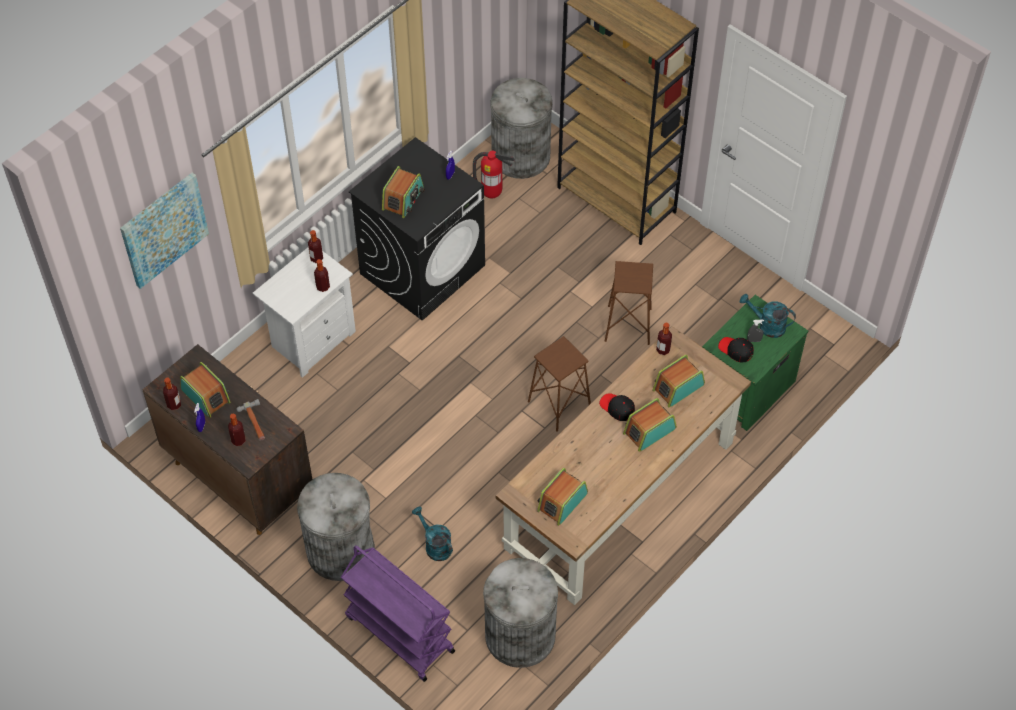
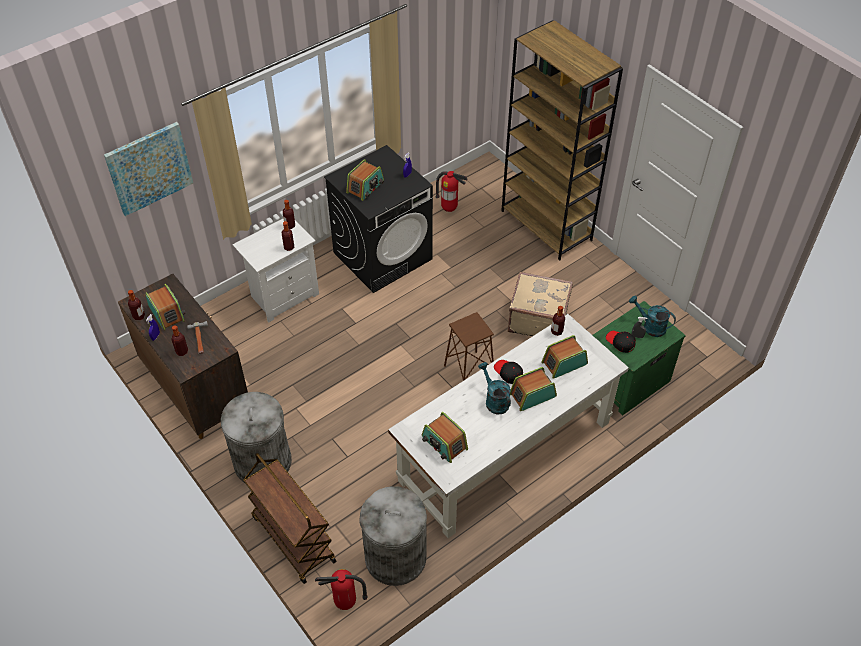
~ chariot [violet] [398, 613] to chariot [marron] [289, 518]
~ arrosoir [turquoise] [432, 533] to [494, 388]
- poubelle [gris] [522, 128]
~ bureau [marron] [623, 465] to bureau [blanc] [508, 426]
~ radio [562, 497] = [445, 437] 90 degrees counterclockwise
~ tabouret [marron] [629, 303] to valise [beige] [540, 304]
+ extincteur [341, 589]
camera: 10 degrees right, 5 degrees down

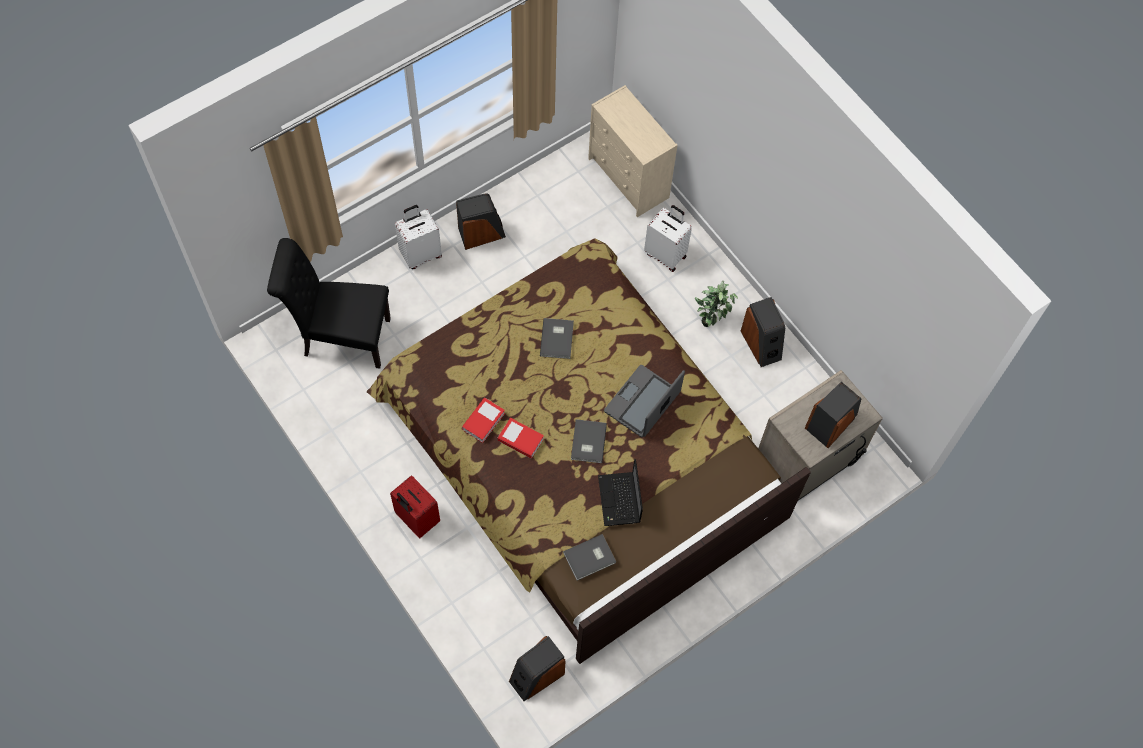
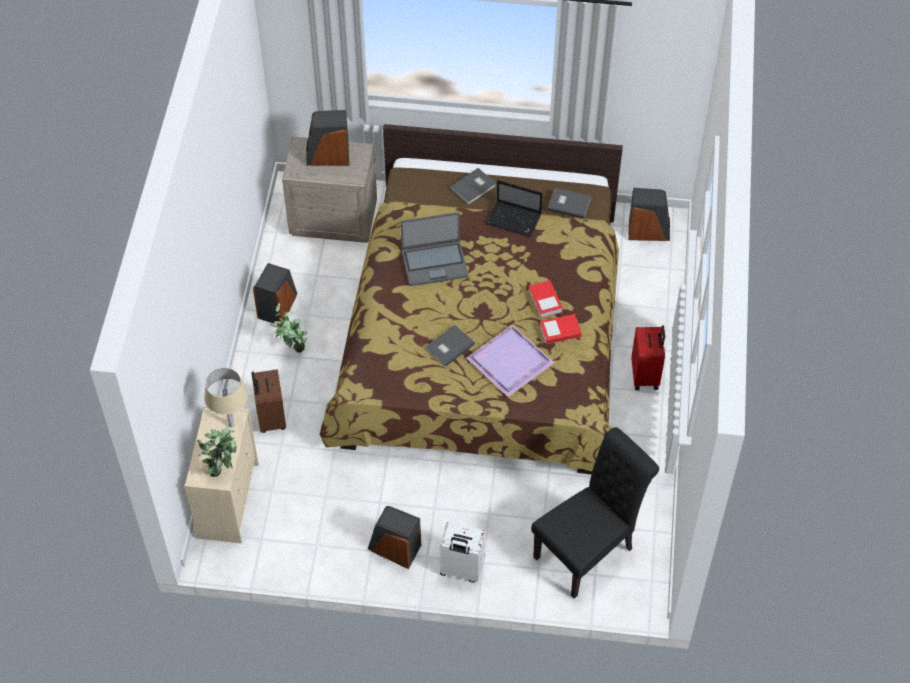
~ chaise [noir] [329, 303] = [595, 513] 90 degrees counterclockwise
~ livre [gris] [589, 441] to [473, 186]
~ ordinateur portable [620, 492] = [514, 208] 75 degrees clockwise
~ valise [blanc] [668, 238] to valise [marron] [268, 401]
+ plante en pot [217, 451]
+ lampe de table [beige] [226, 397]
+ plateau [violet] [510, 360]
camera: 135 degrees left, 10 degrees down

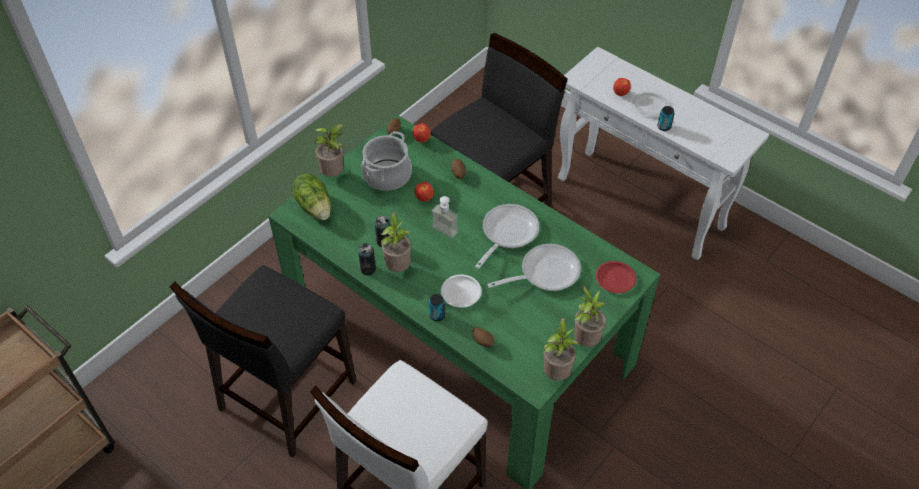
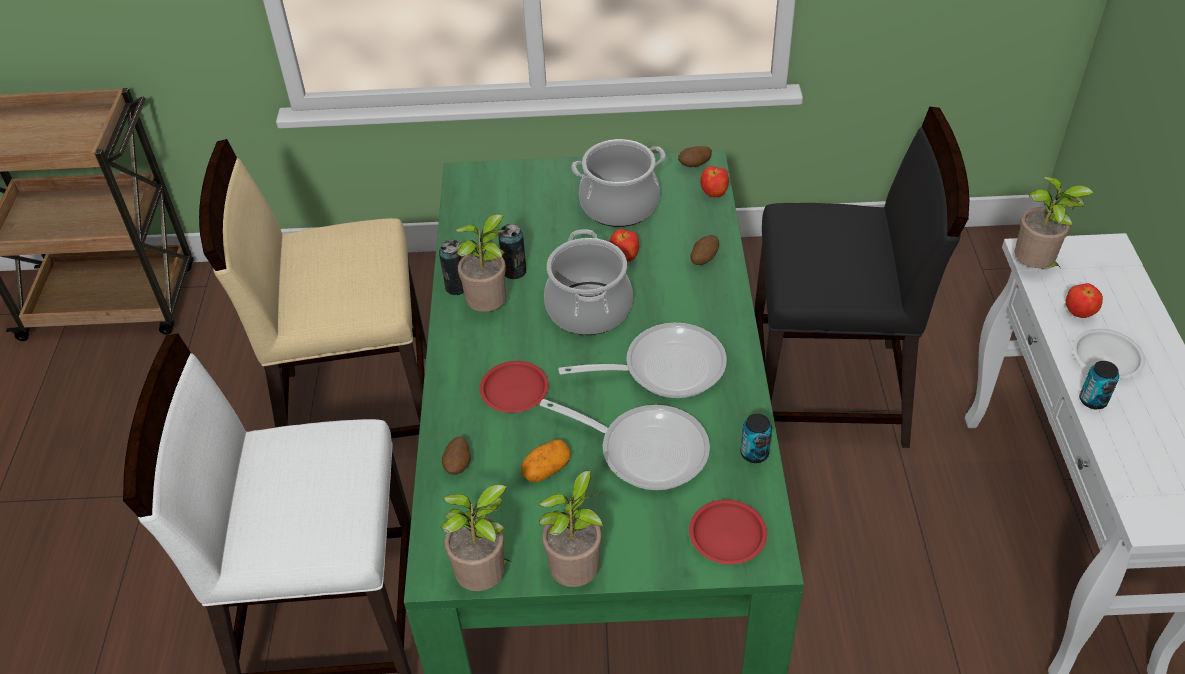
~ chaise [noir] [263, 361] to chaise [beige] [313, 288]
- laitue [312, 197]
~ plante en pot [330, 150] to [1054, 222]
~ boîte métallique [437, 307] to [756, 438]
~ distributeur de savon [445, 217] to marmite [588, 282]
~ assiette [blanc] [461, 291] to assiette [rouge] [514, 387]
+ pomme de terre [546, 460]
camera: 50 degrees right, 5 degrees down

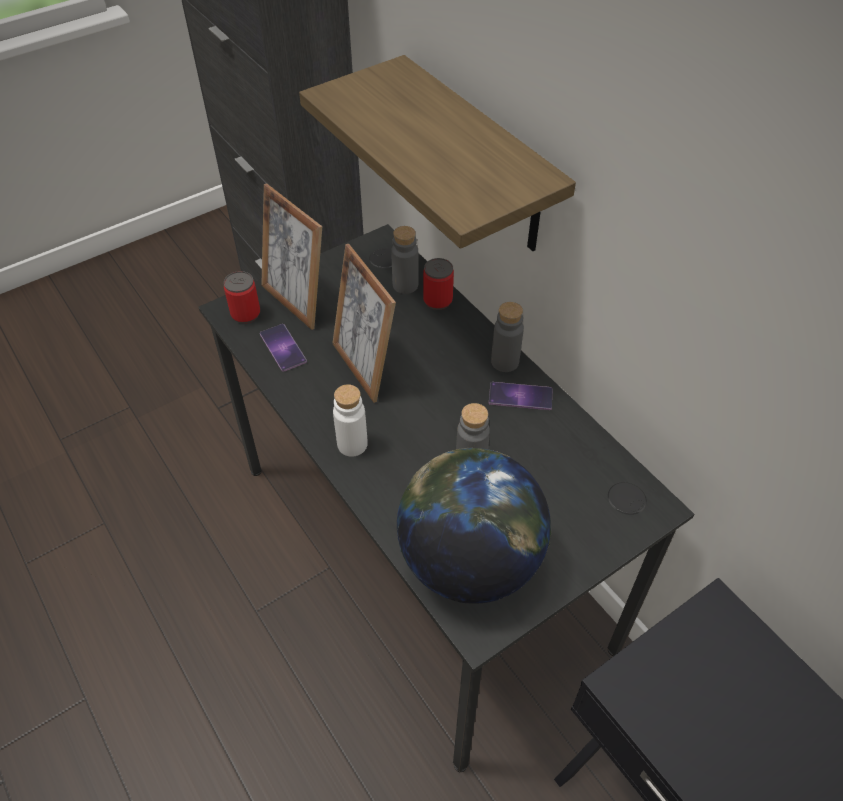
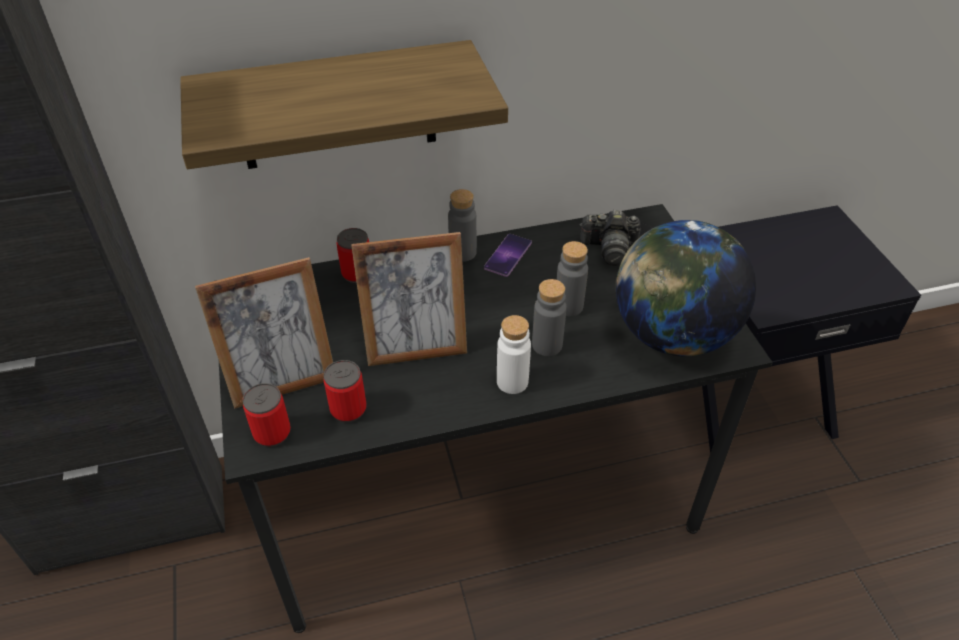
~ téléphone [283, 348] to boîte métallique [345, 391]
~ bouteille [gris] [405, 260] to [549, 317]
+ appareil photo [610, 238]
camera: 70 degrees left, 5 degrees down

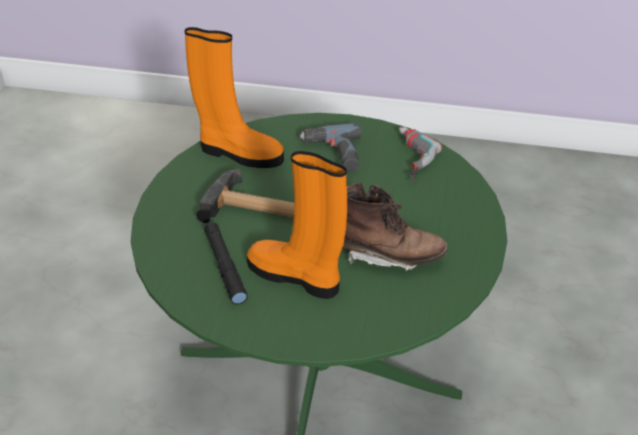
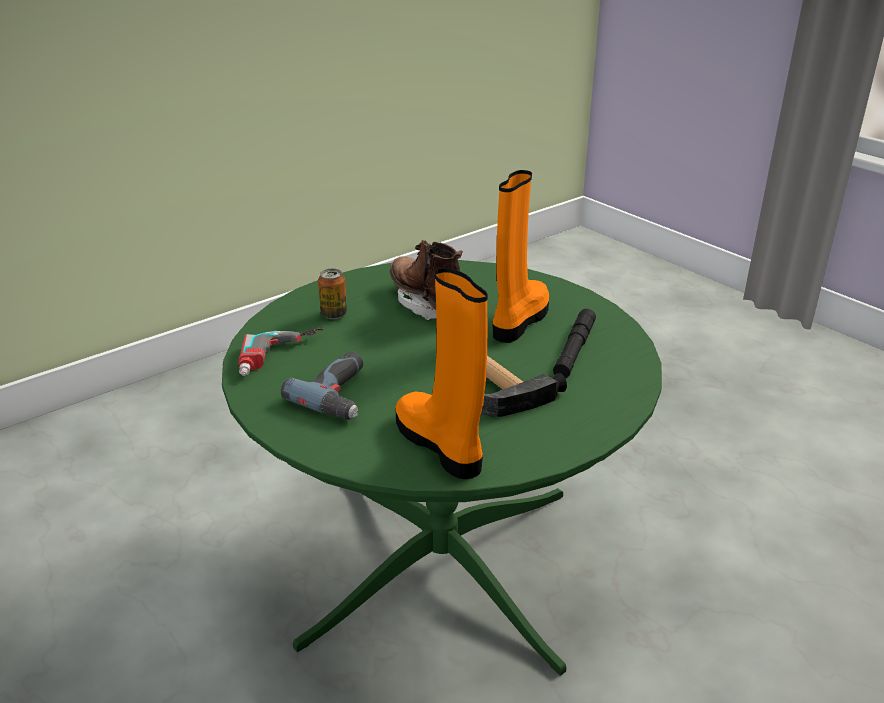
~ botte [orange] [297, 225] = [521, 256] 135 degrees counterclockwise
+ boîte métallique [332, 294]
camera: 140 degrees left, 10 degrees down

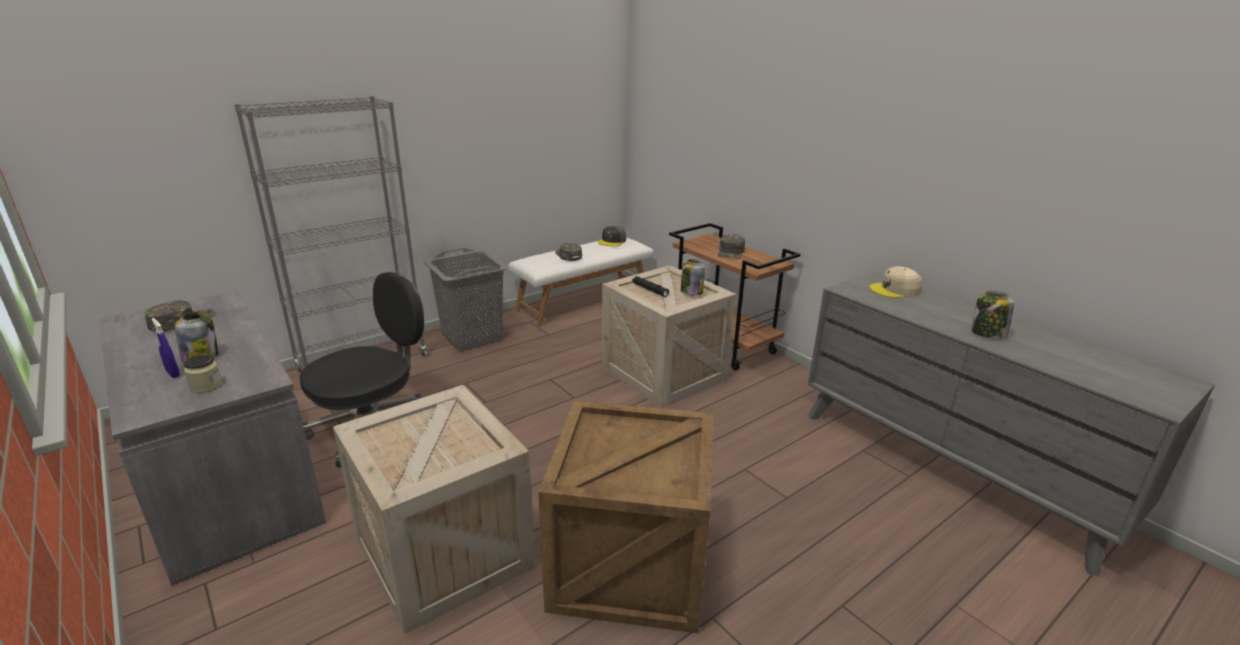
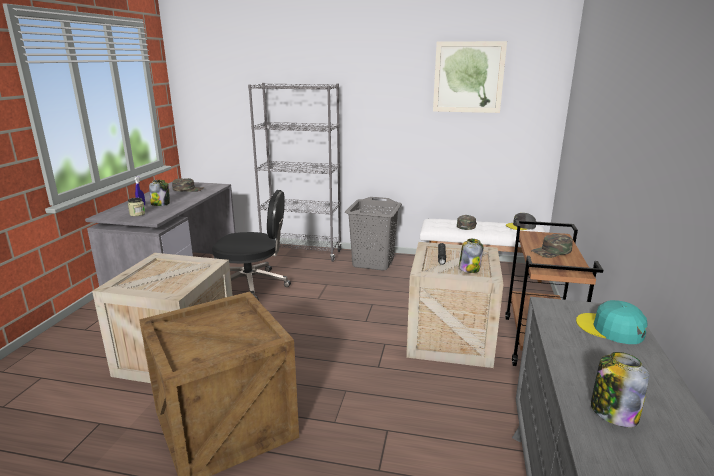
~ casquette [beige] [895, 282] to casquette [turquoise] [612, 322]
+ tableau [470, 77]
camera: 50 degrees right, 5 degrees down

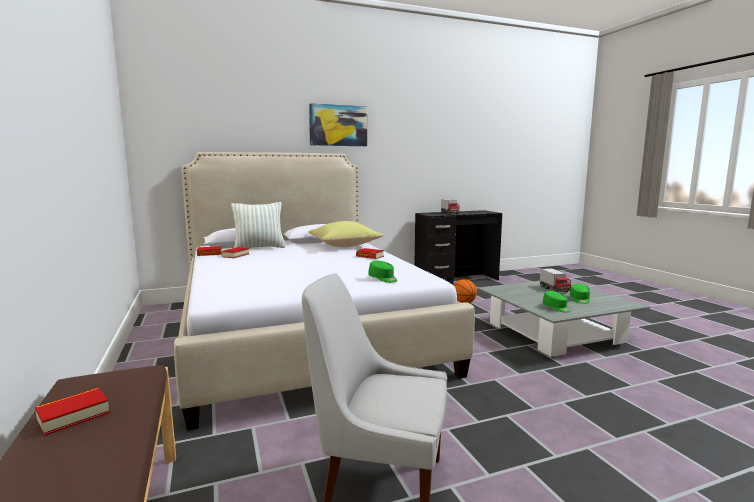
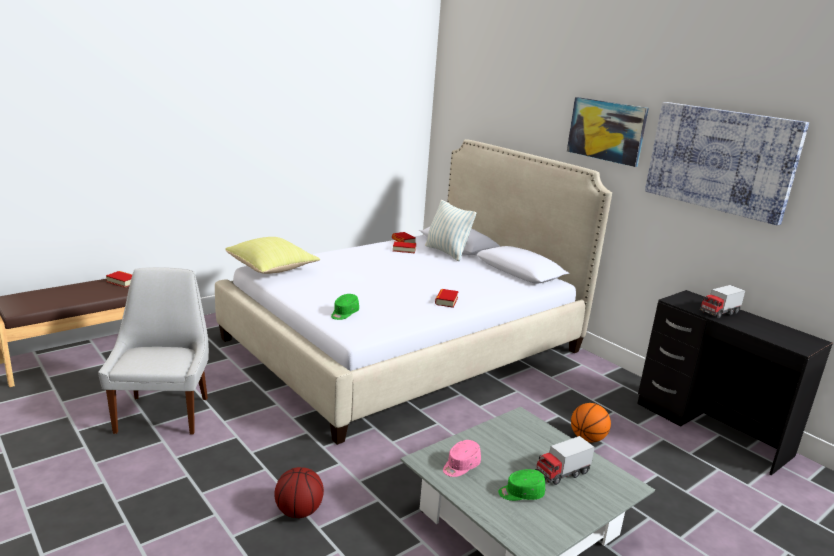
~ coussin [jaune] [346, 234] to [272, 255]
~ casquette [vert] [557, 302] to casquette [rose] [462, 458]
+ ballon de basket [299, 492]
+ tableau [727, 163]
camera: 70 degrees right, 10 degrees up

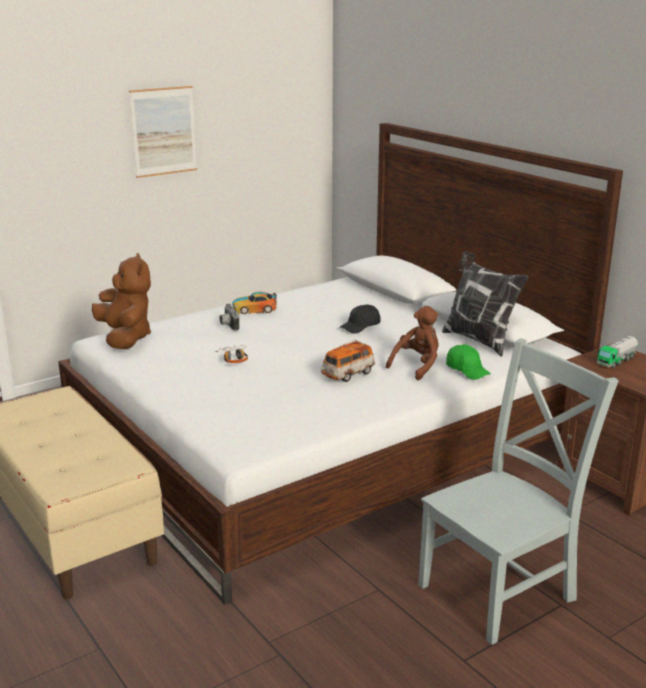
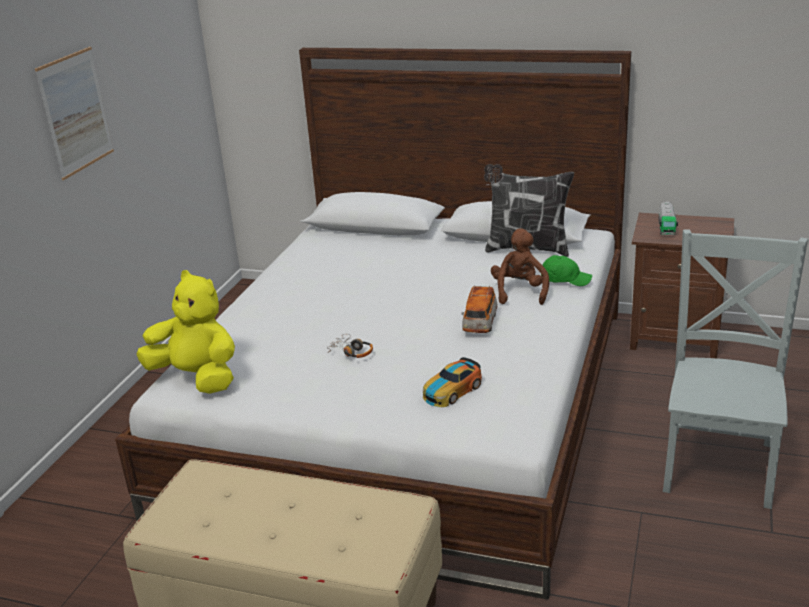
~ peluche [marron] [121, 301] to peluche [jaune] [186, 332]
- appareil photo [229, 317]
~ petite voiture [254, 303] to [452, 382]
- casquette [noir] [360, 319]
camera: 35 degrees left, 5 degrees up

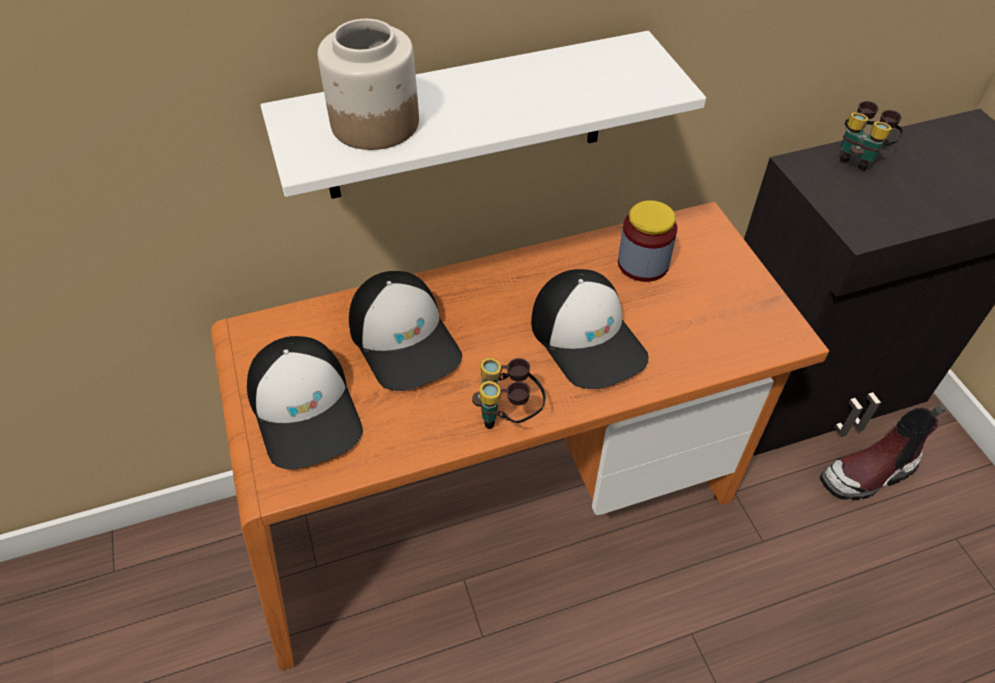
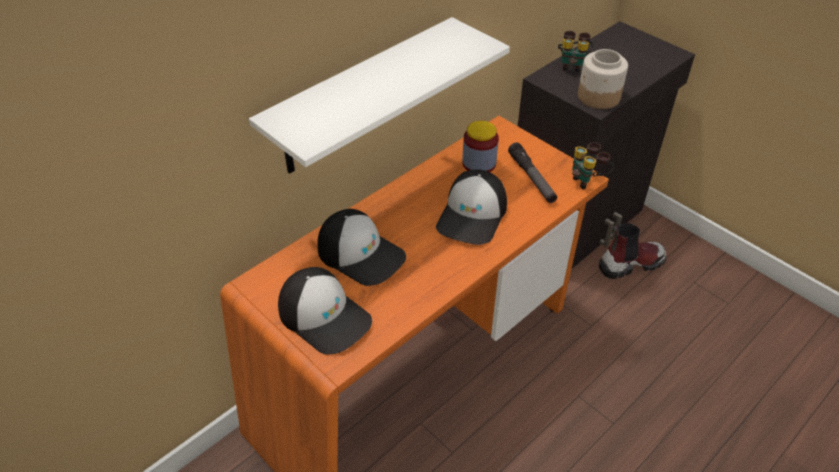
~ bocal [368, 84] to [603, 79]
~ jumelles [509, 393] to [593, 166]
~ casquette [590, 329] = [471, 207] 75 degrees clockwise
~ botte [883, 452] = [633, 251] 150 degrees counterclockwise
+ lampe de poche [532, 173]
camera: 25 degrees left, 5 degrees down

